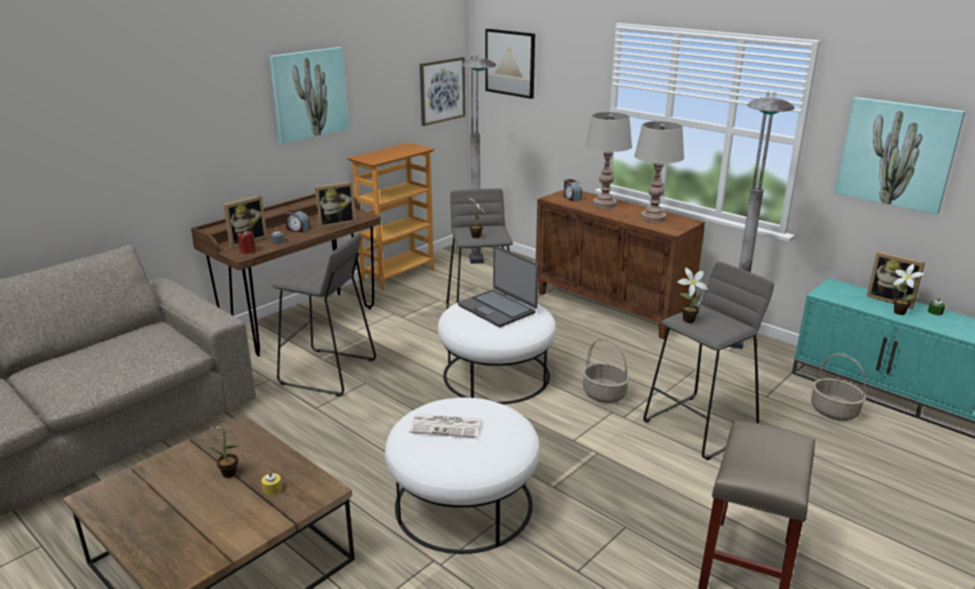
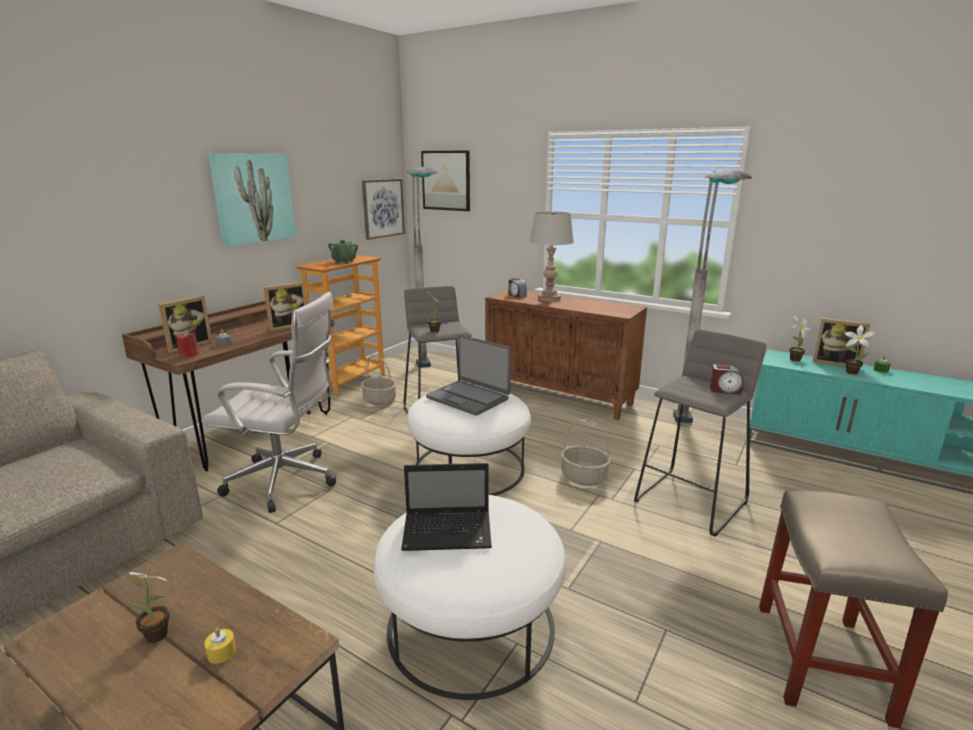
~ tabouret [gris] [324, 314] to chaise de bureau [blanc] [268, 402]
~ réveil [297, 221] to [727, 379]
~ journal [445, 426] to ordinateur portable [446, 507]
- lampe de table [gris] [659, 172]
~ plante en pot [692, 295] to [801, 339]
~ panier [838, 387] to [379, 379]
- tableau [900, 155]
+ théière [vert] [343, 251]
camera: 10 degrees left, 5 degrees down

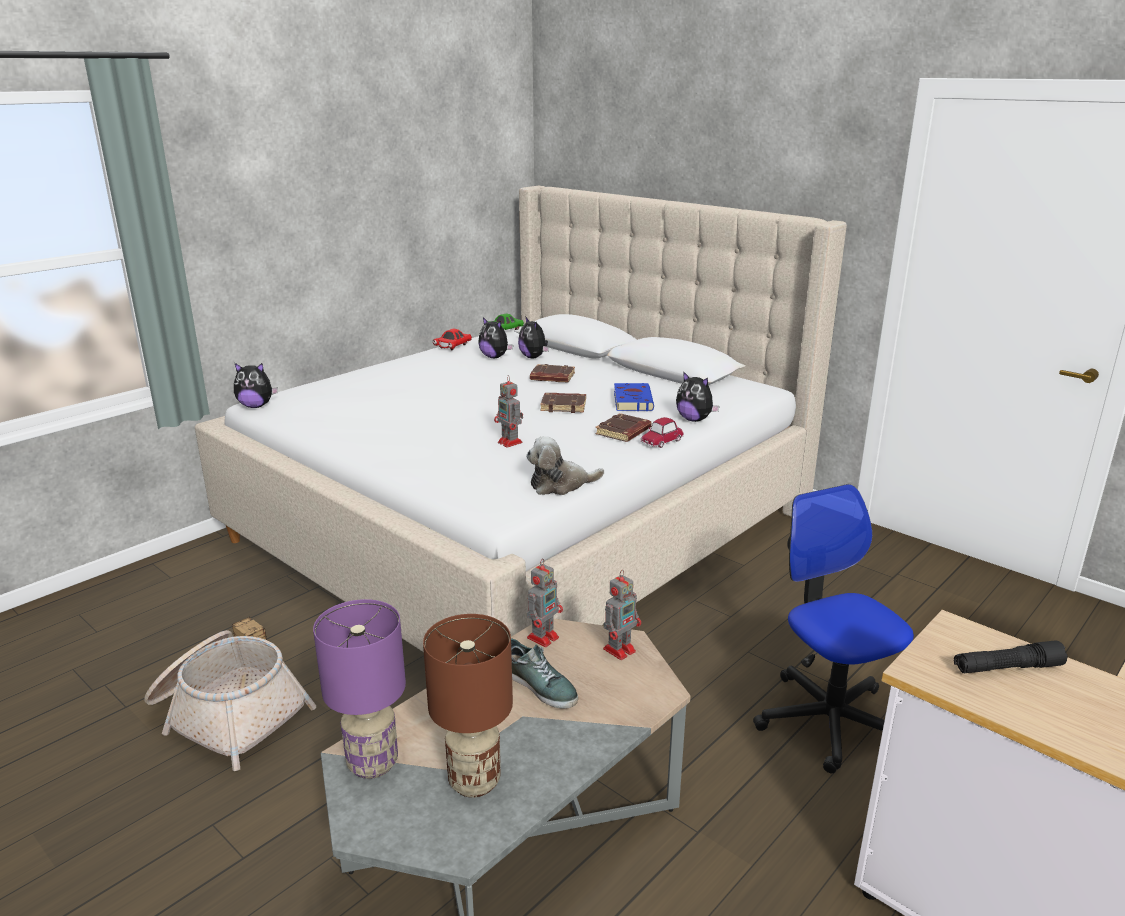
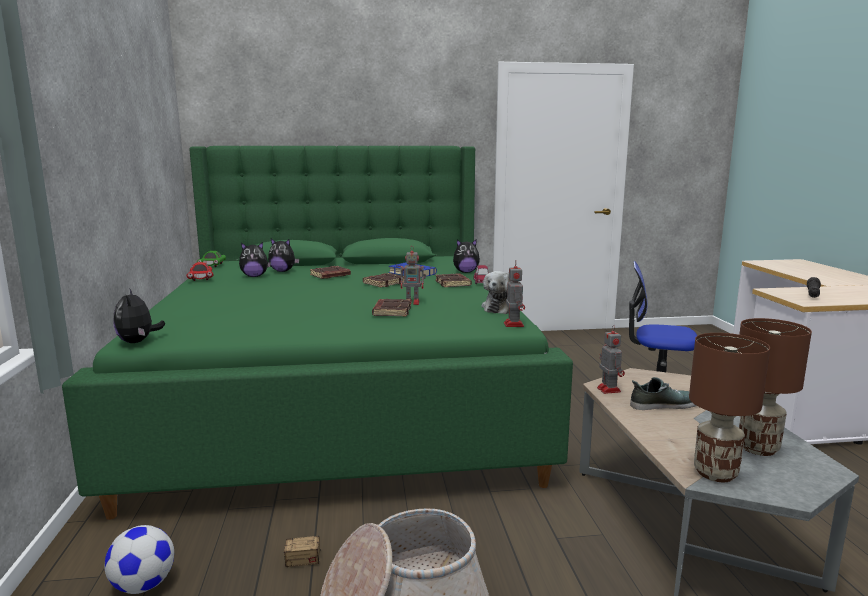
~ lit [beige] [521, 419] to lit [vert] [317, 333]
~ peluche [256, 385] = [139, 316] 120 degrees clockwise
~ lampe de table [violet] [359, 689] to lampe de table [marron] [729, 407]
~ robot jouet [622, 615] to [514, 294]
+ ballon de foot [139, 559]
+ livre [marron] [391, 307]
camera: 50 degrees left, 10 degrees down

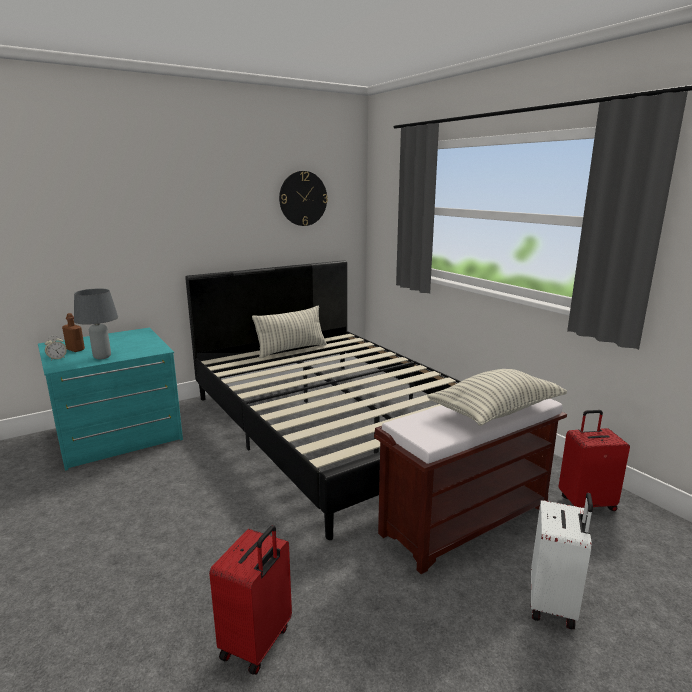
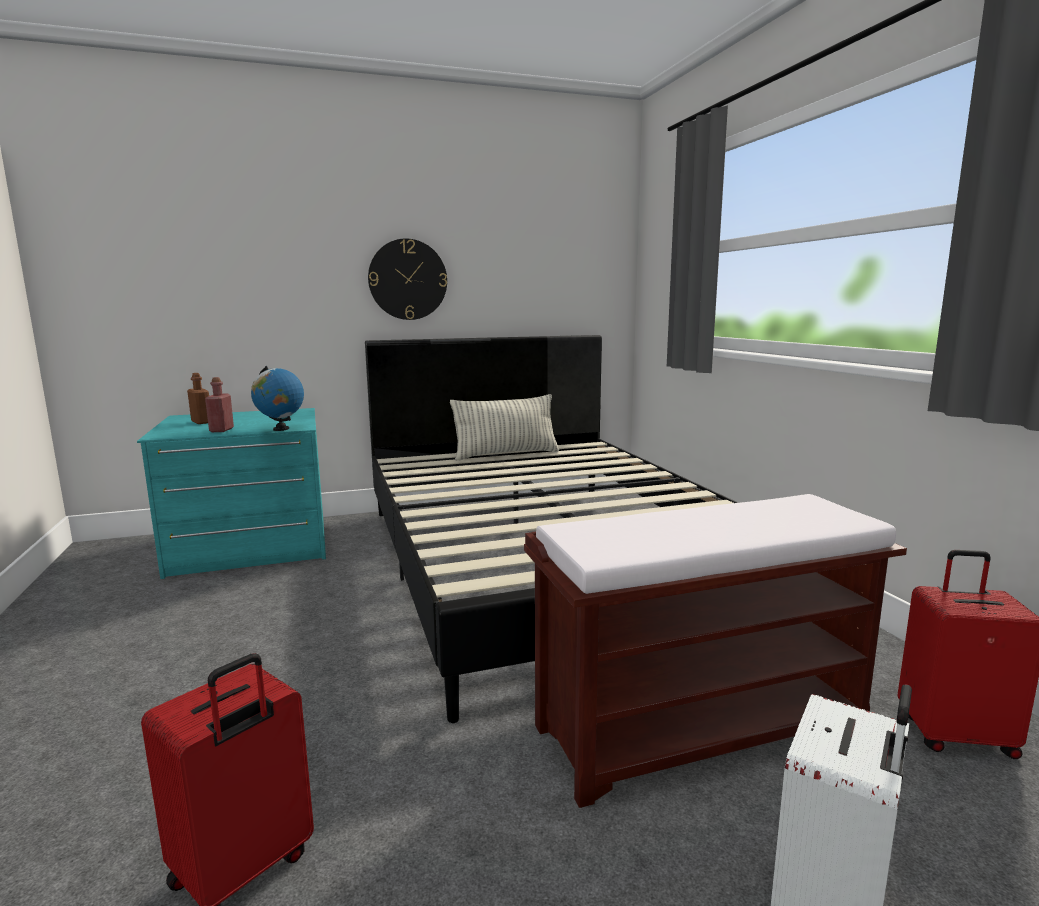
- réveil [56, 348]
~ lampe de table [gris] [96, 324] to bouteille [rouge] [219, 404]
~ horloge murale [303, 198] to [407, 279]
- coussin [497, 397]
+ globe [277, 398]
camera: 15 degrees right, 5 degrees down

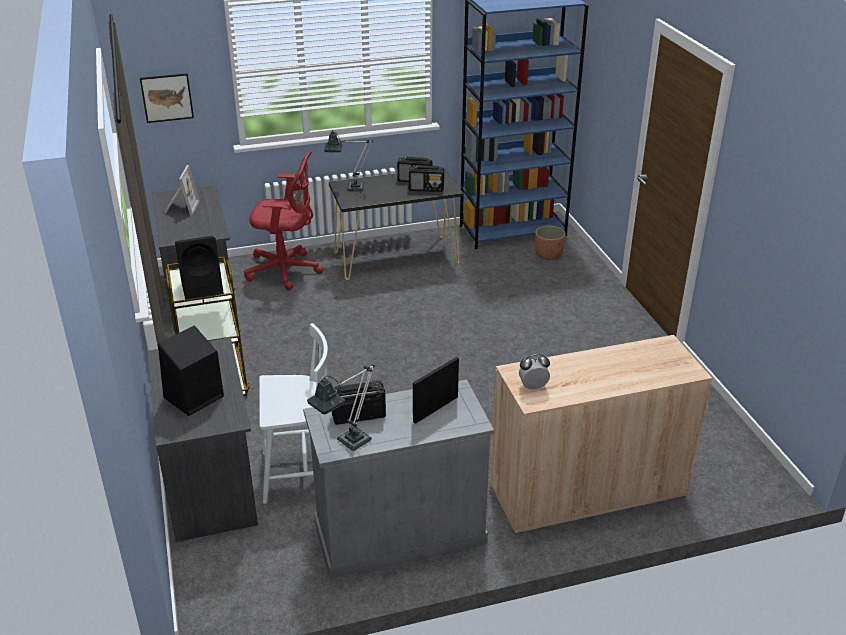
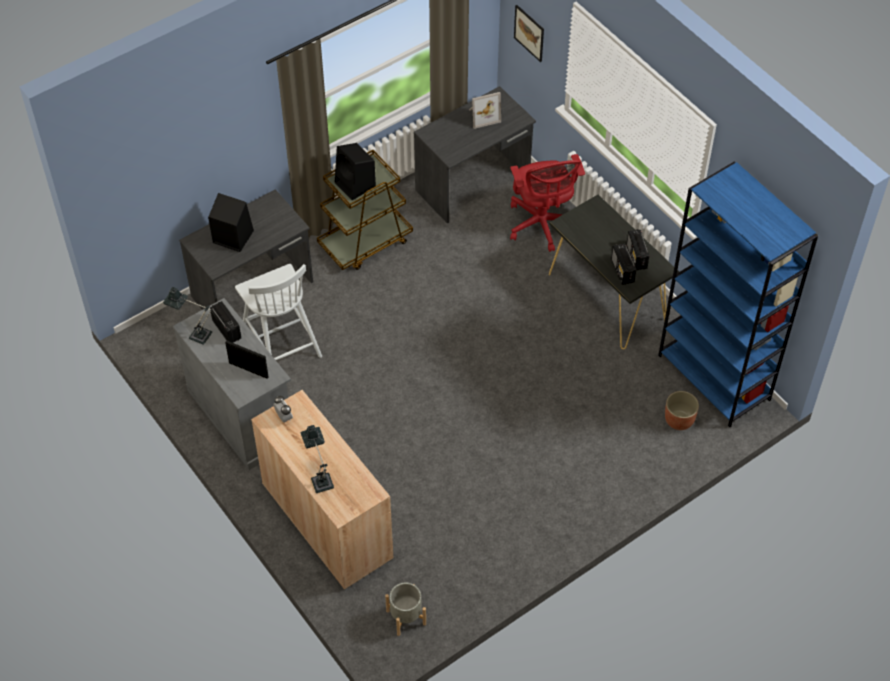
~ lampe de table [348, 160] to [317, 459]
+ cache-pot [gris] [405, 609]
camera: 70 degrees right, 20 degrees up

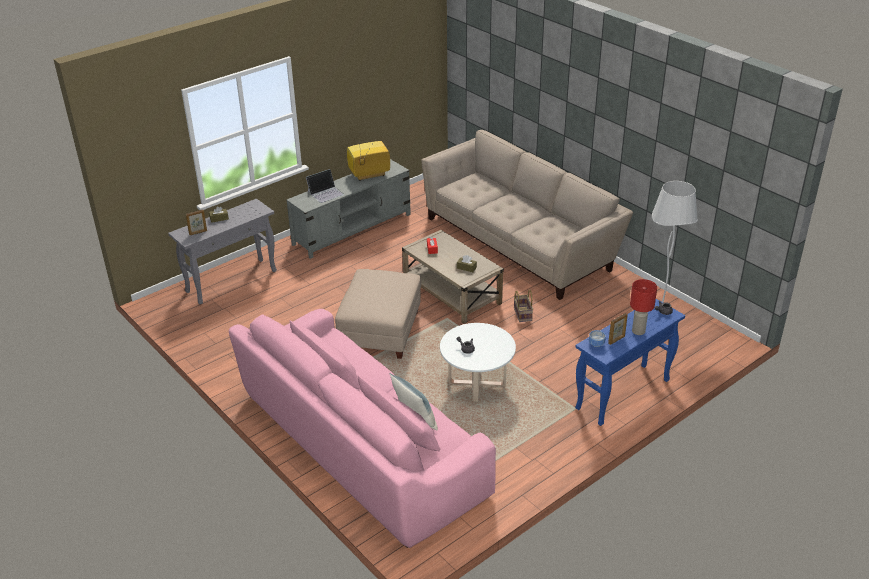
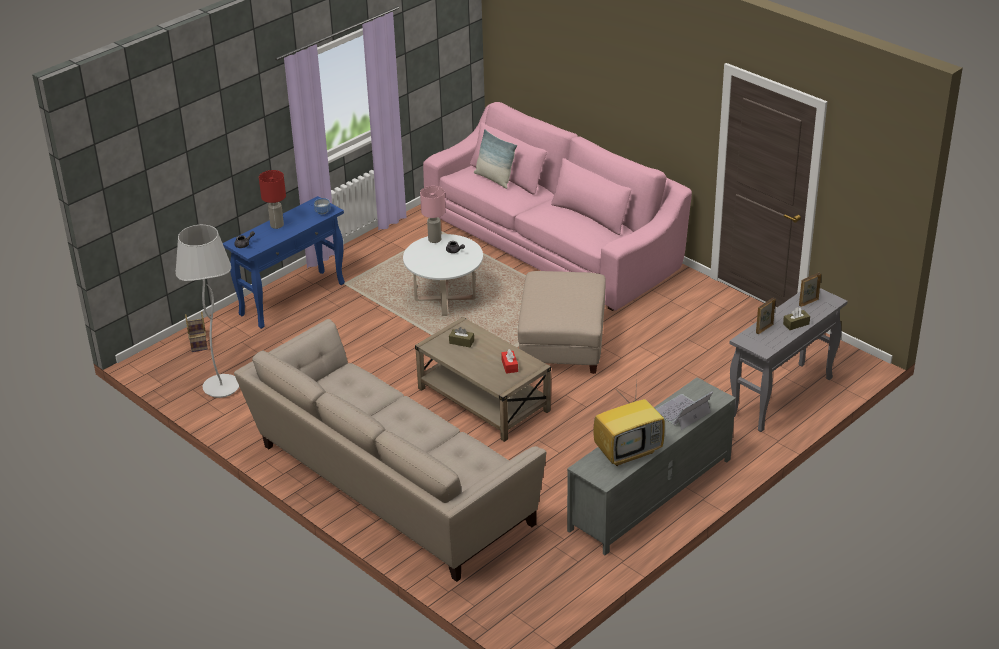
~ panier [523, 305] to [196, 332]
~ cadre photo [618, 329] to [766, 316]
+ lampe de table [rose] [432, 214]
camera: 175 degrees right, 0 degrees up

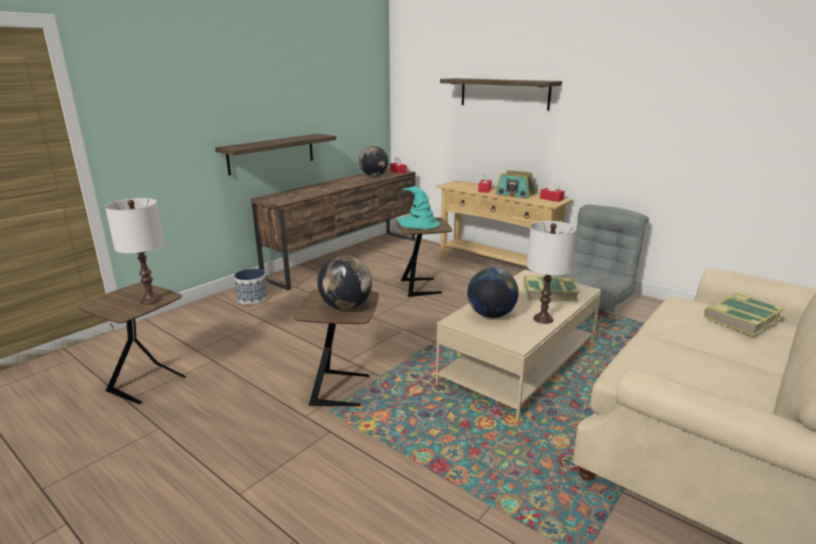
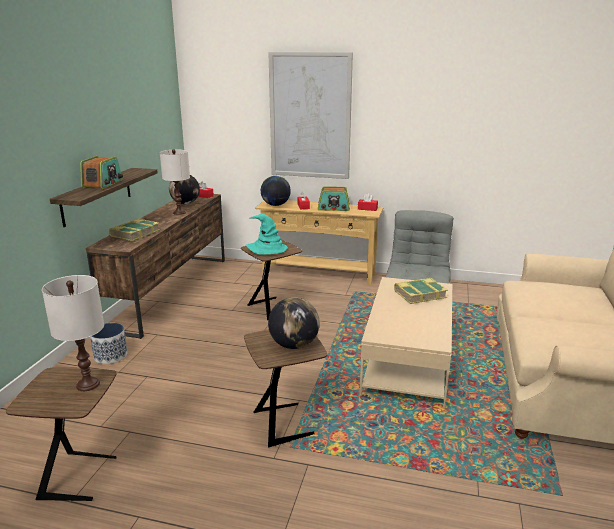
~ étagère [501, 94] to tableau [310, 115]
~ globe [493, 293] to [276, 191]
~ lampe de table [blanc] [552, 272] to [175, 182]
~ livre [744, 314] to [134, 229]
+ radio [101, 172]
camera: 25 degrees left, 0 degrees up

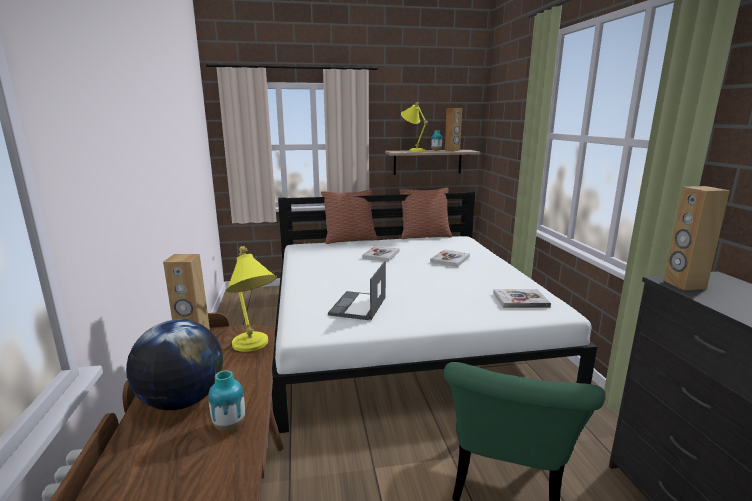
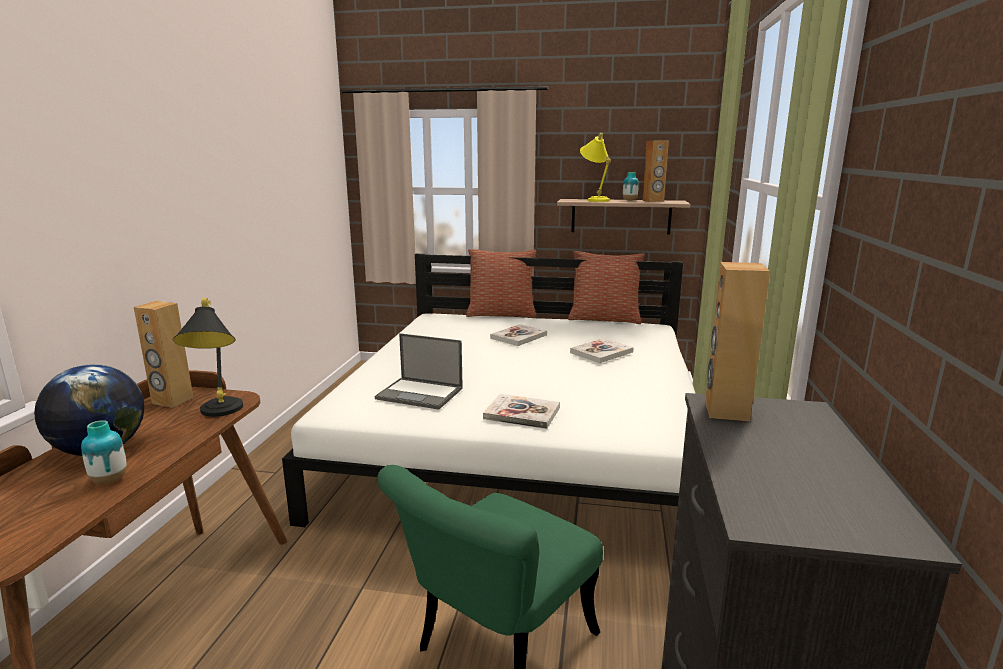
~ lampe de table [jaune] [251, 299] to lampe de table [noir] [208, 357]
~ ordinateur portable [357, 291] = [419, 371] 105 degrees counterclockwise
~ livre [522, 298] to [521, 411]
camera: 20 degrees right, 0 degrees up

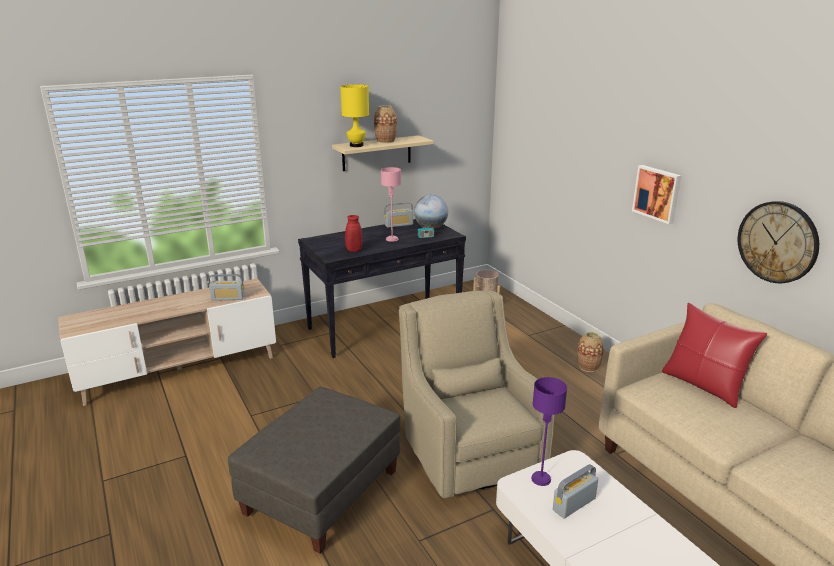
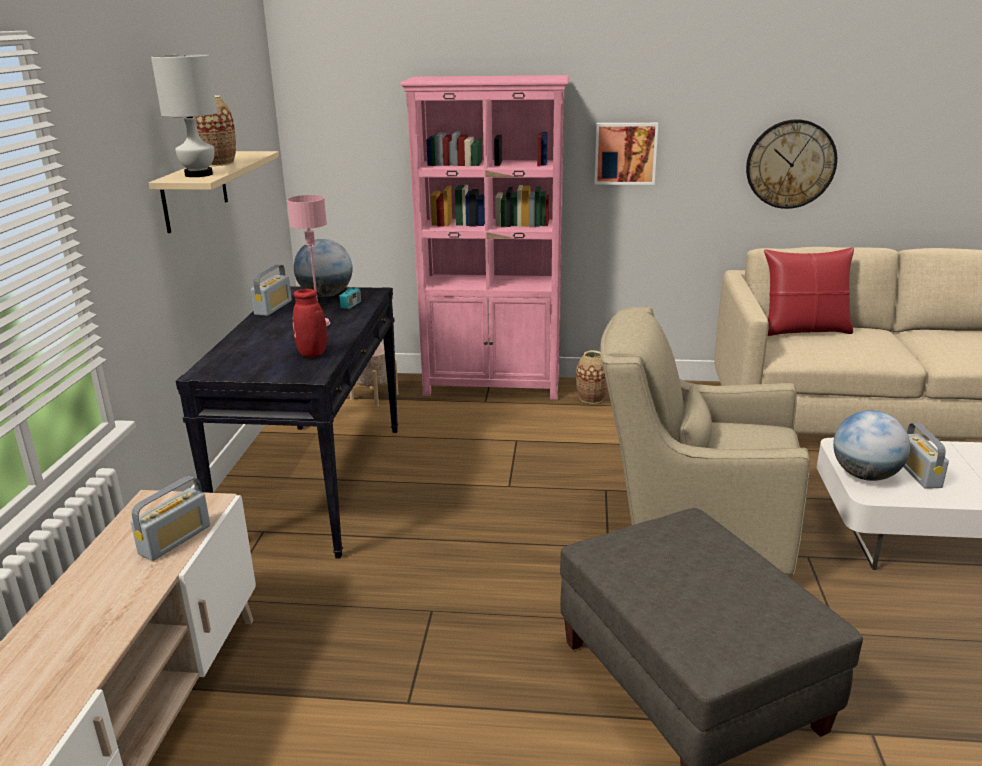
~ lampe de table [jaune] [354, 115] to lampe de table [blanc] [184, 115]
~ lampe de table [violet] [549, 431] to globe [871, 446]
+ bibliothèque [rose] [484, 237]
camera: 55 degrees left, 0 degrees up

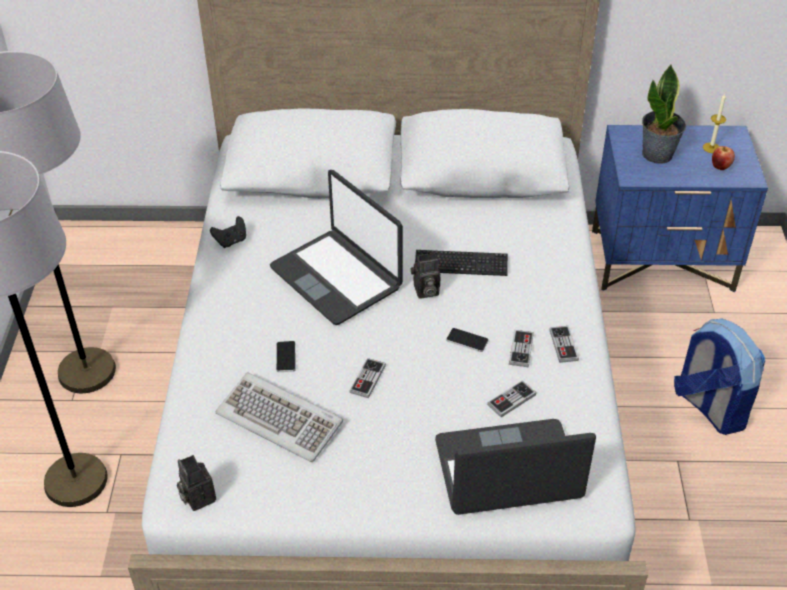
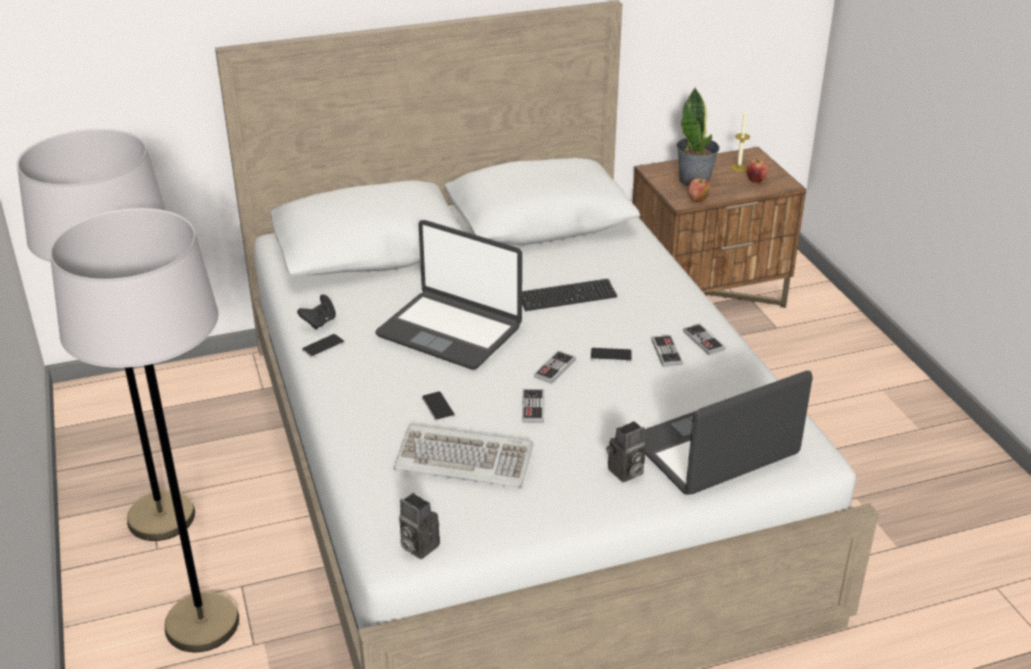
~ appareil photo [426, 276] to [626, 451]
~ manette [511, 398] to [555, 367]
~ table de chevet [bleu] [680, 208] to table de chevet [marron] [719, 227]
- sac à dos [719, 376]
+ téléphone [323, 346]
+ pomme [699, 190]
camera: 20 degrees left, 10 degrees down

